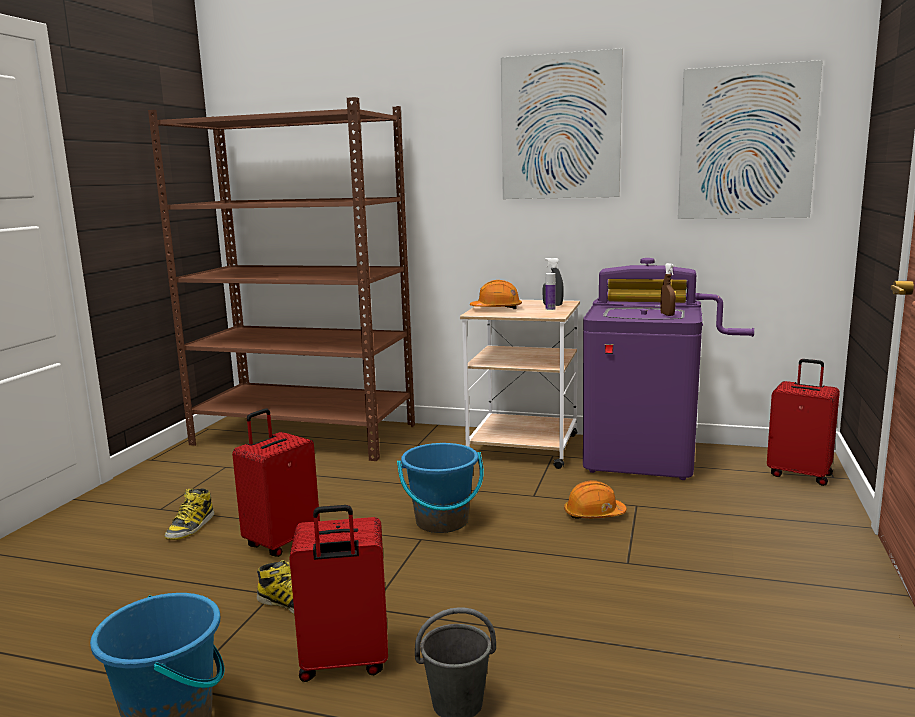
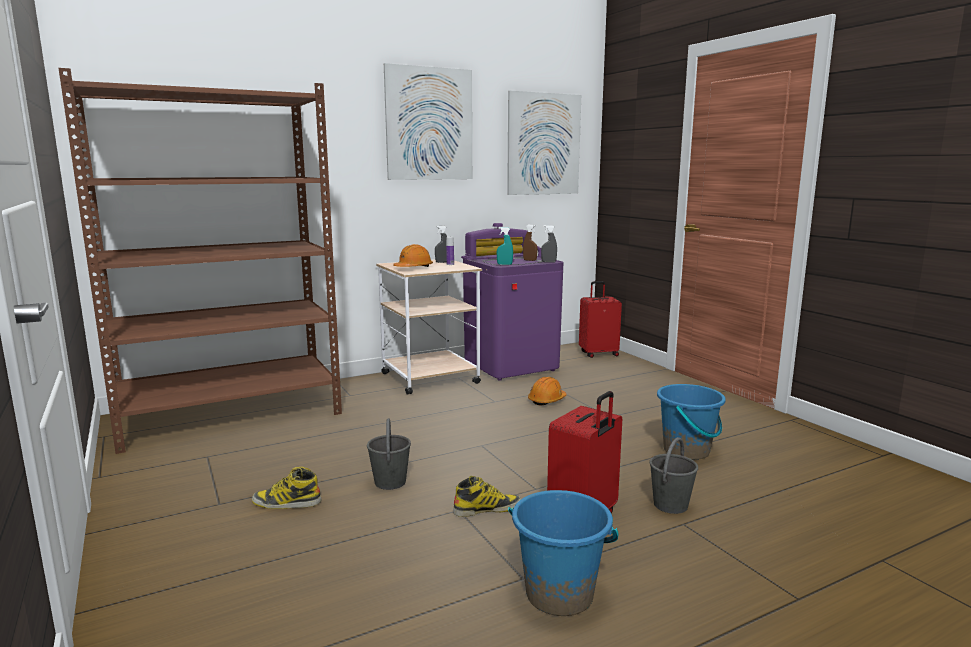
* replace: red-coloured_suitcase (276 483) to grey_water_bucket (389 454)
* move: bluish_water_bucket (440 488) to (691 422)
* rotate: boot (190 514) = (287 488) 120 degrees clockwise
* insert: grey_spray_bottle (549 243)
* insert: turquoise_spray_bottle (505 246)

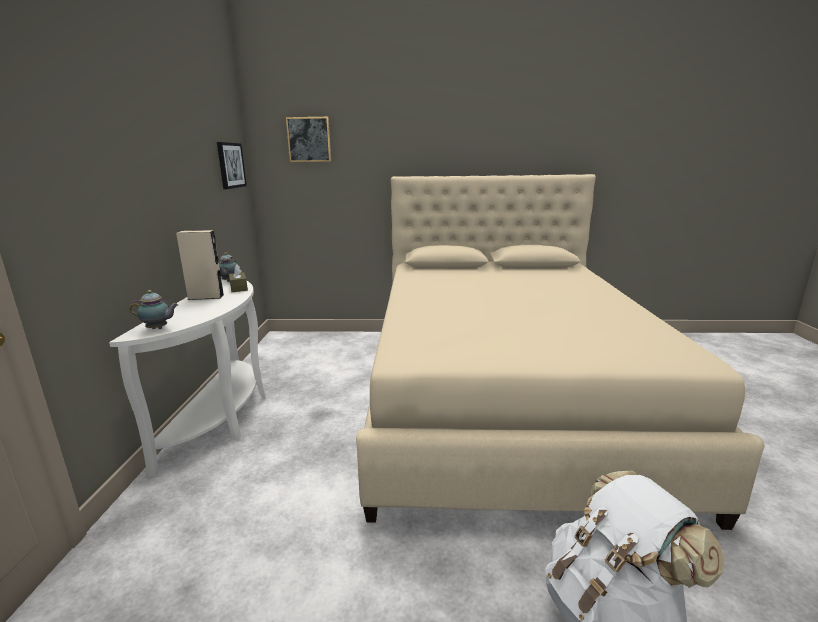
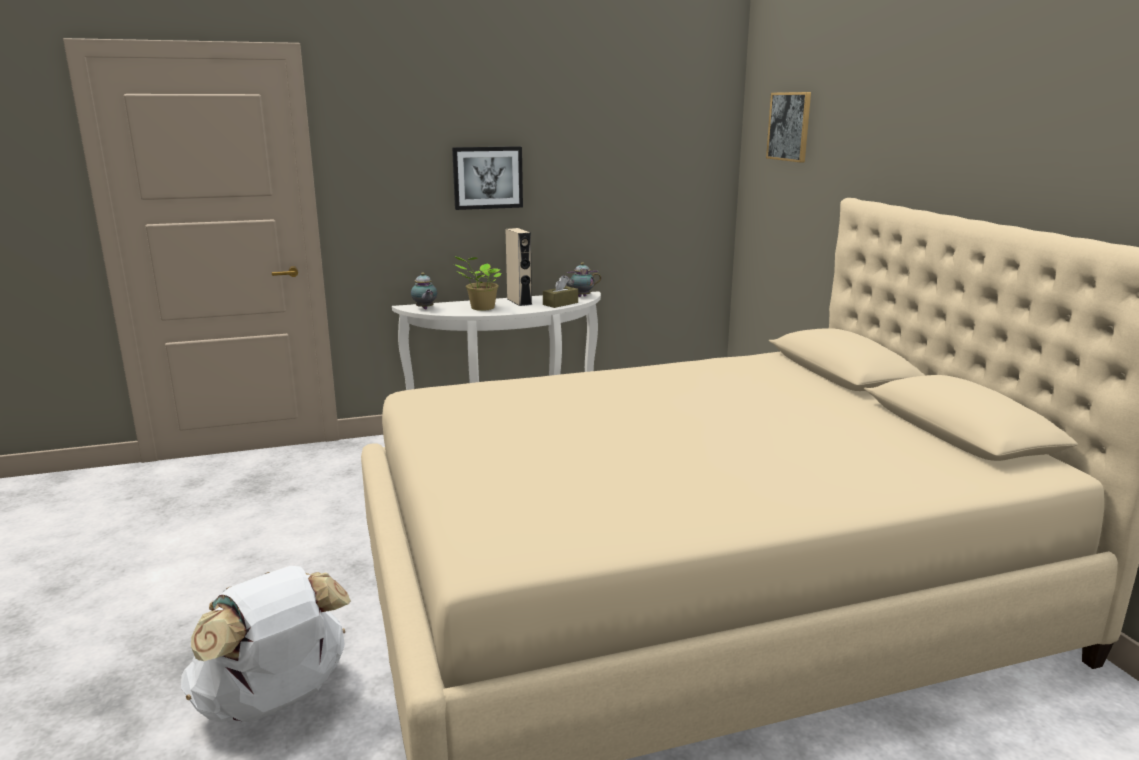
* move: picture (232 165) to (487 178)
* insert: houseplant (477 283)

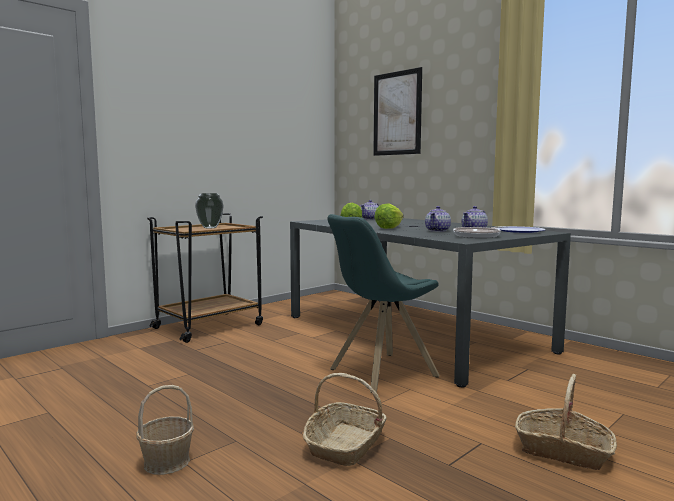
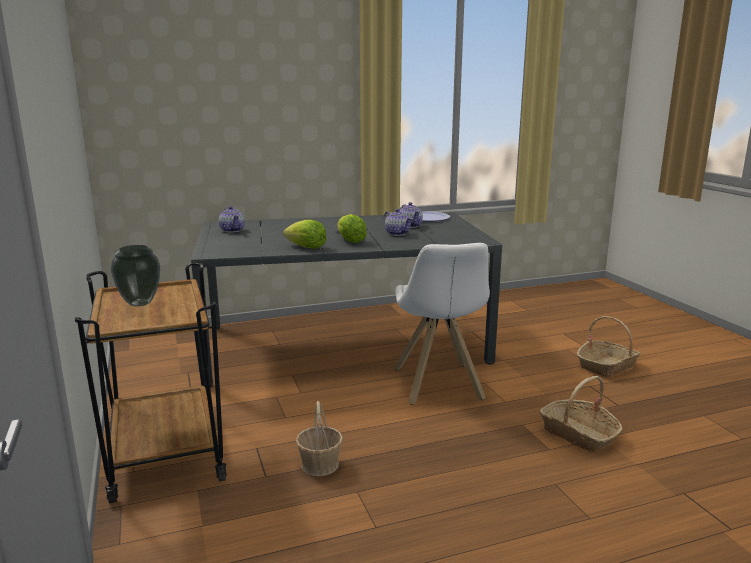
* delete: picture (397 111)
* recolor: turquoise_upright_chair (383 303) to whitish_upright_chair (442 324)
* delete: frying_pan (480 232)
* move: basket (165 430) to (319 438)

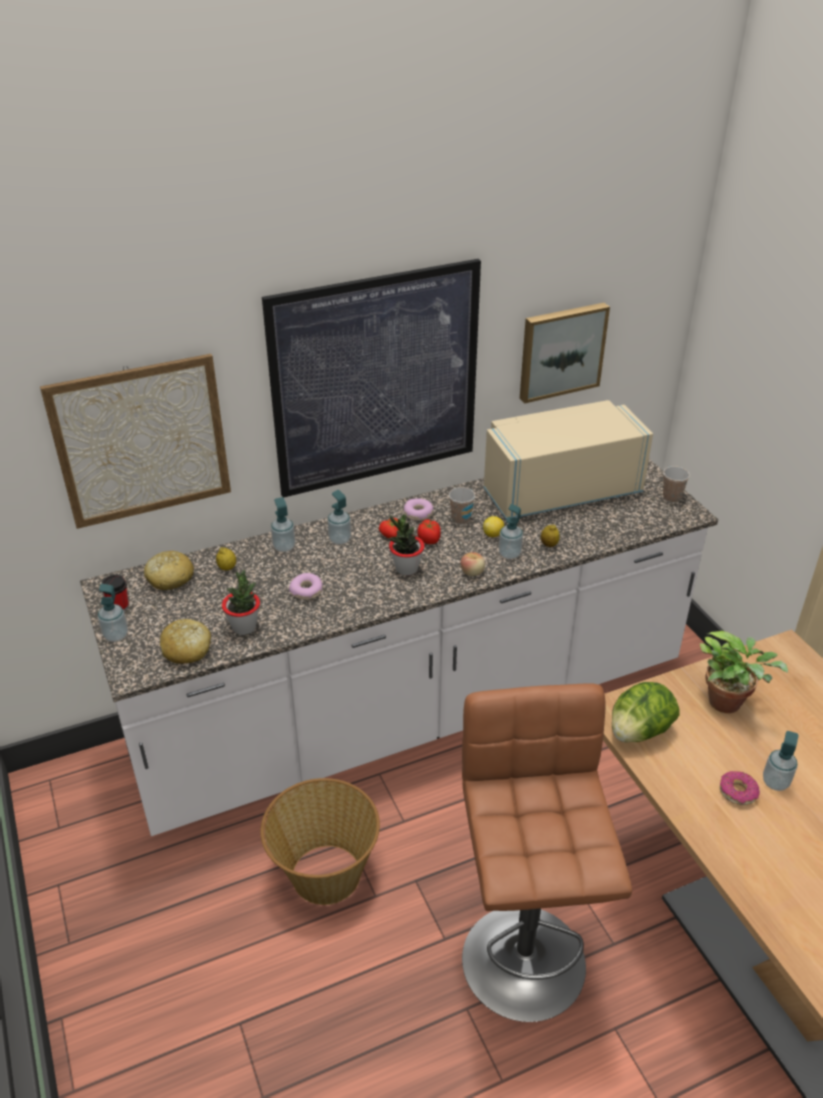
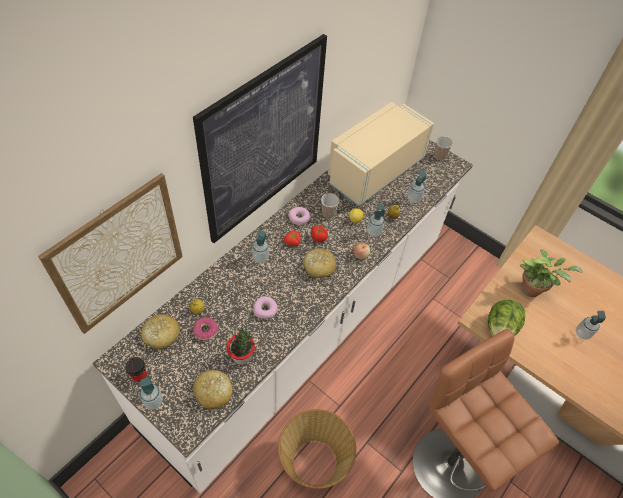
* delete: picture (565 353)
* move: soap_bottle (283 524) to (417 186)
* replace: houseplant (407 545) to bakery_bread (319 263)
* move: donut (740 788) to (205 328)

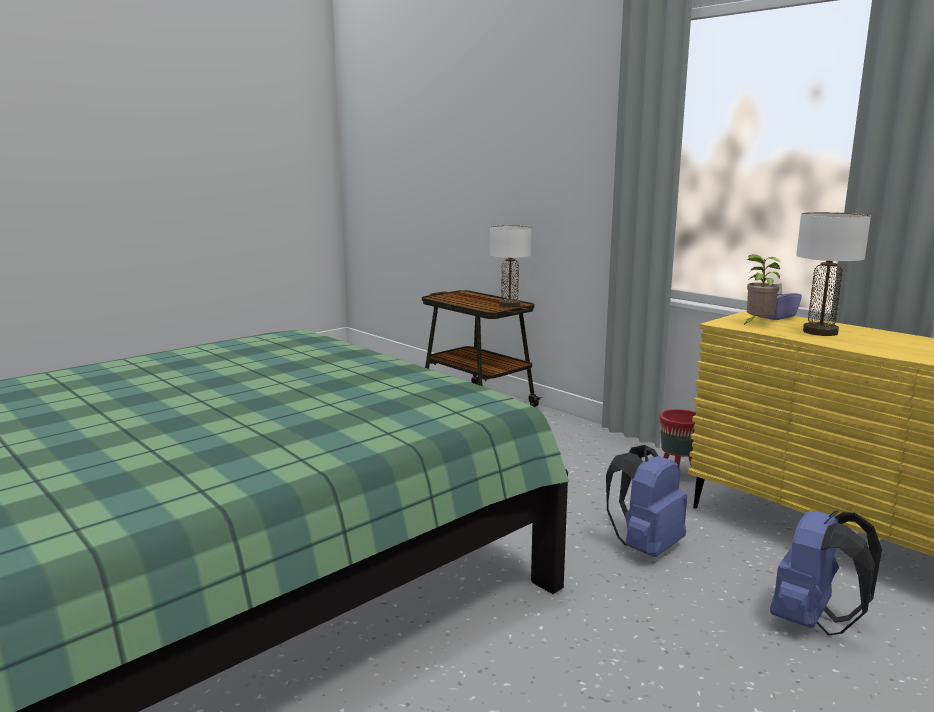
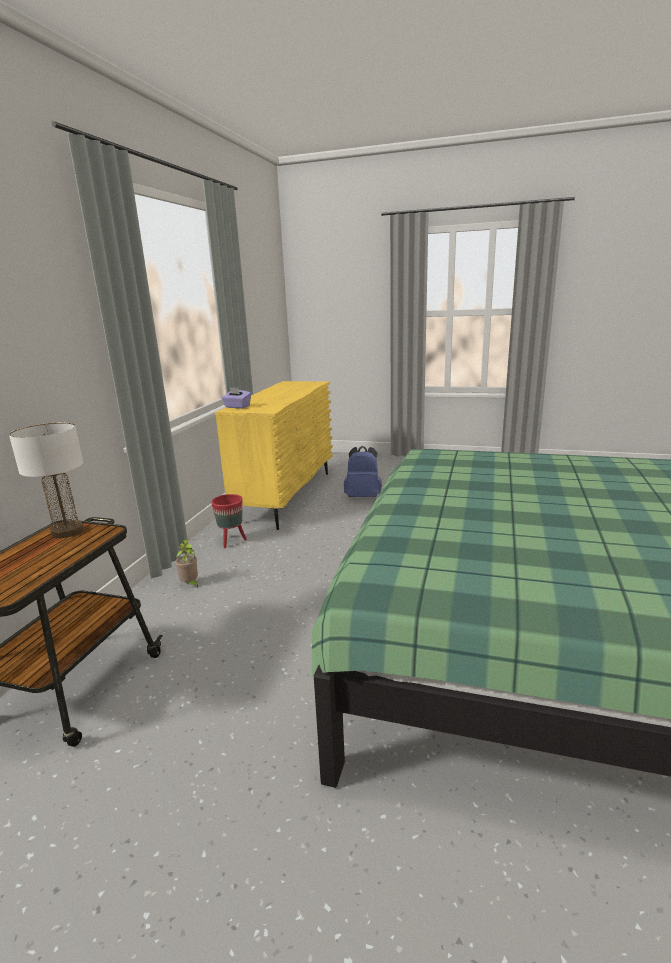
* delete: table_lamp (833 274)
* move: houseplant (762 290) to (186 563)
* delete: bluish_rucksack (646 501)

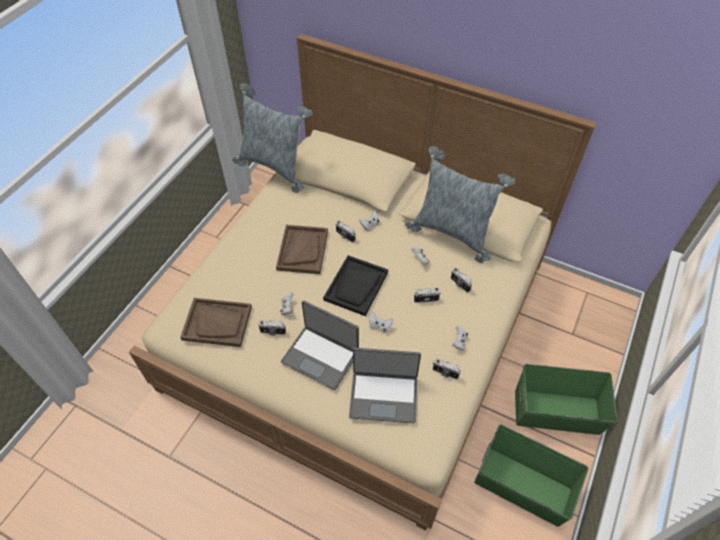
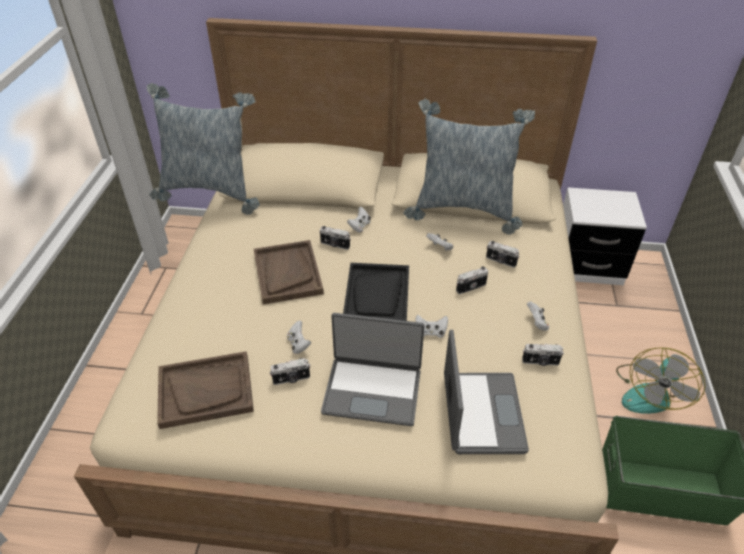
* rotate: notebook_computer (385 385) = (486 392) 75 degrees counterclockwise
* replace: greenish_storage_box (566 399) to cooling_fan (661 380)
* insert: whitish_night_table (605 236)

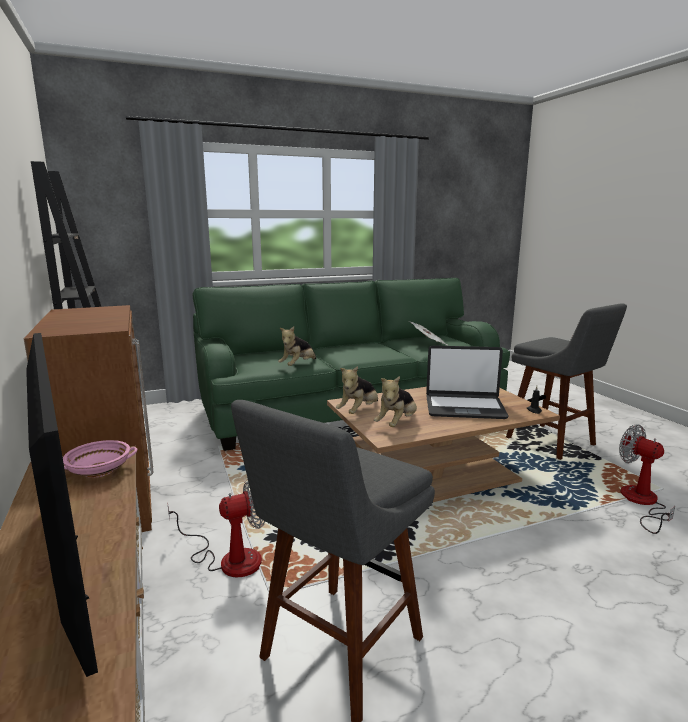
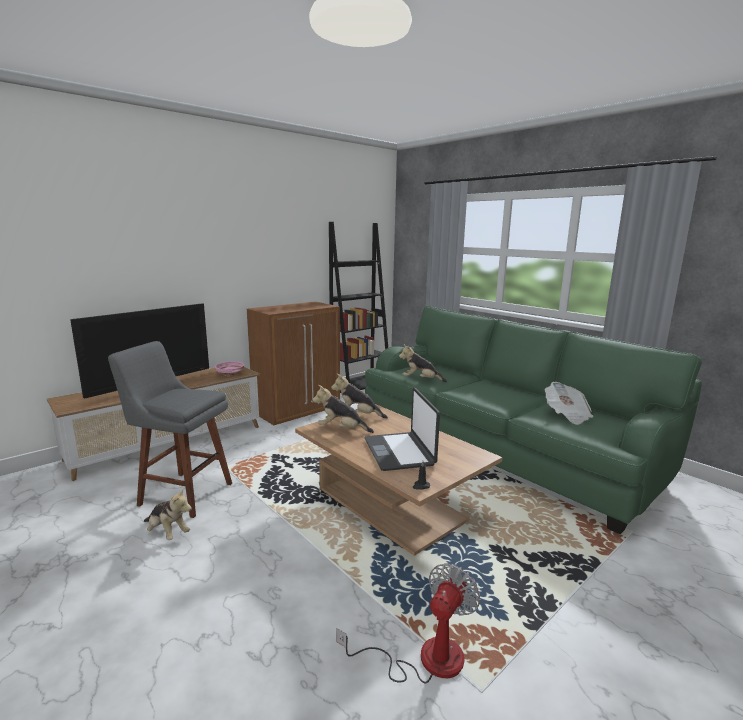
* delete: grey_stool (566 382)
* delete: cooling_fan (216 528)
* insert: cuddly_toy (168 515)

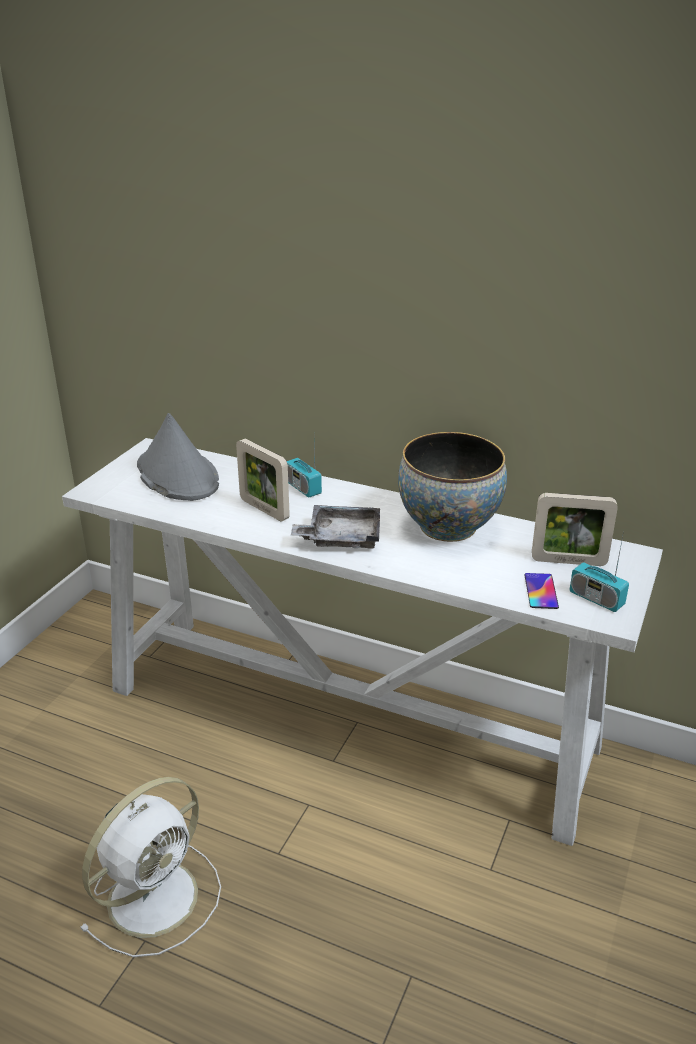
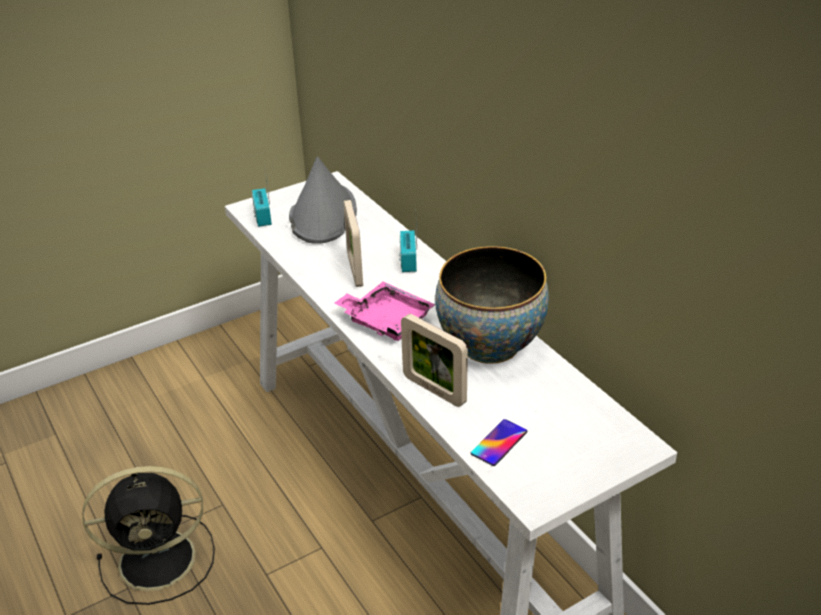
* move: picture_frame (575 529) to (434 360)
* recolor: grey_carrying_tray (335 527) to pink-coloured_carrying_tray (384 311)
* move: radio_set (599 574) to (262 199)
* recolor: whitish_cooling_fan (150 867) to black-coloured_cooling_fan (148 535)

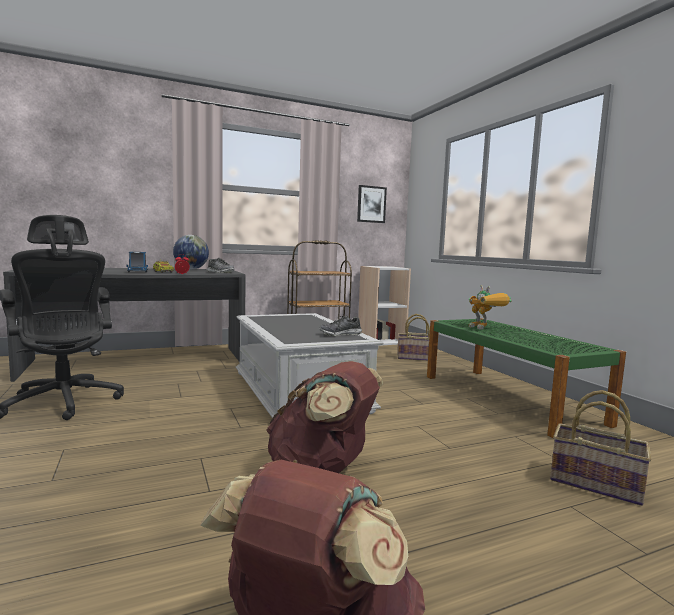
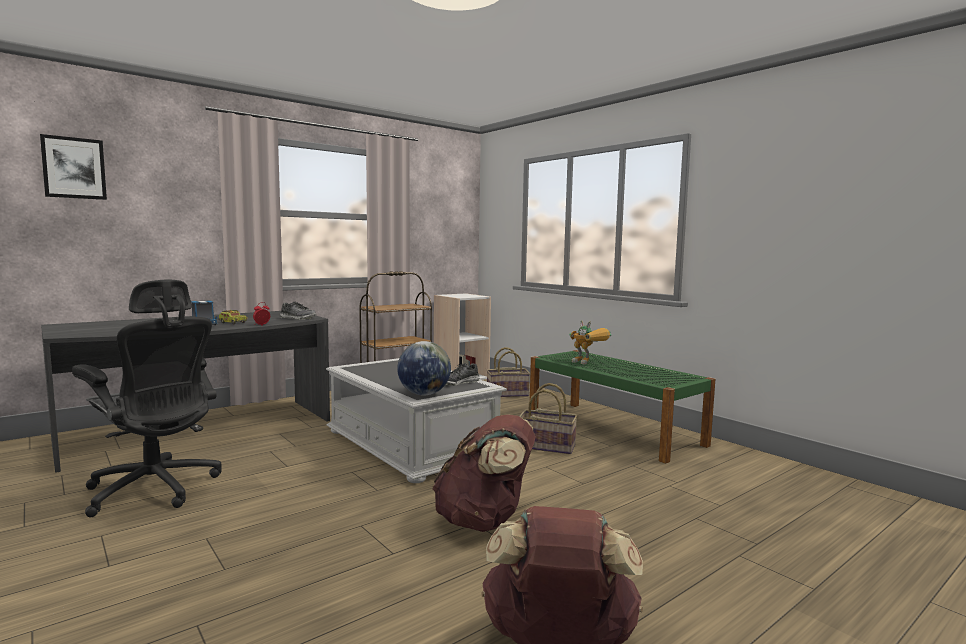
* move: picture (372 204) to (73 167)
* move: world_globe (191 252) to (424 368)
* move: basket (600 448) to (548 418)

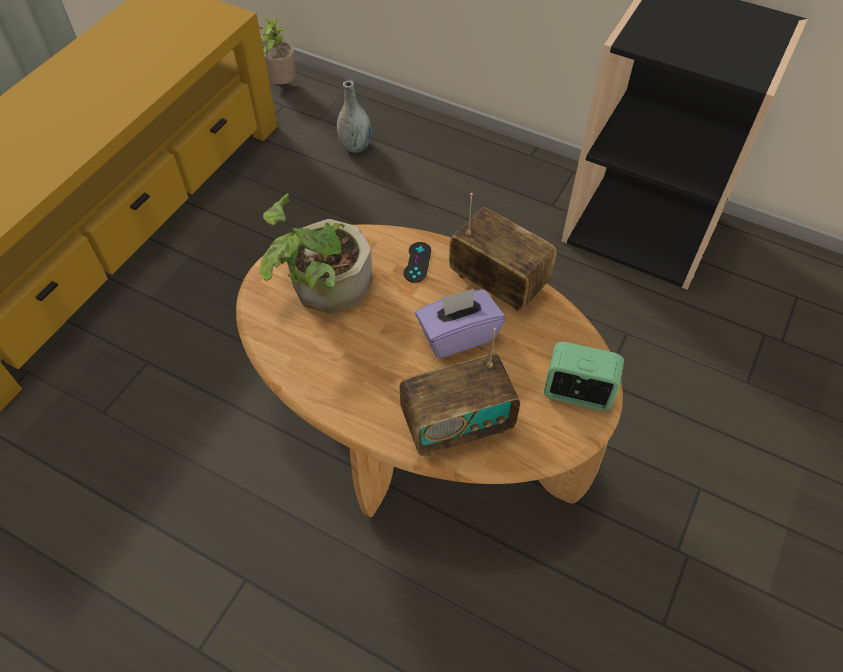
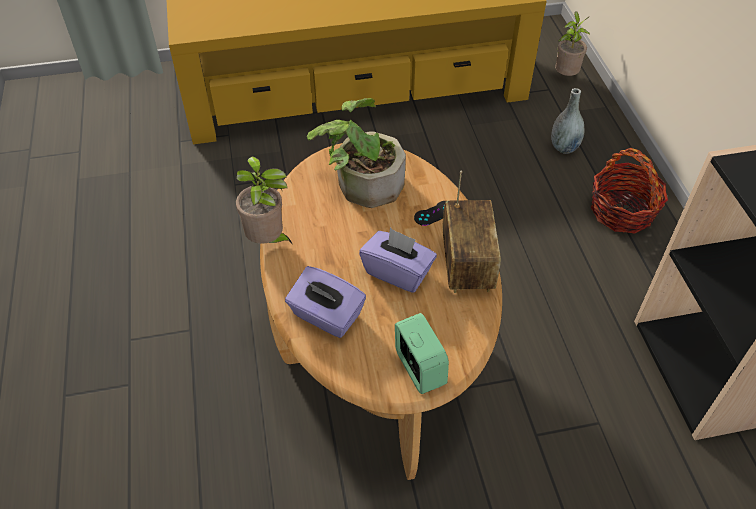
* replace: radio_set (460 392) to purplish_tissue_box (325 302)
* insert: basket (629 191)
* insert: houseplant (264 200)

